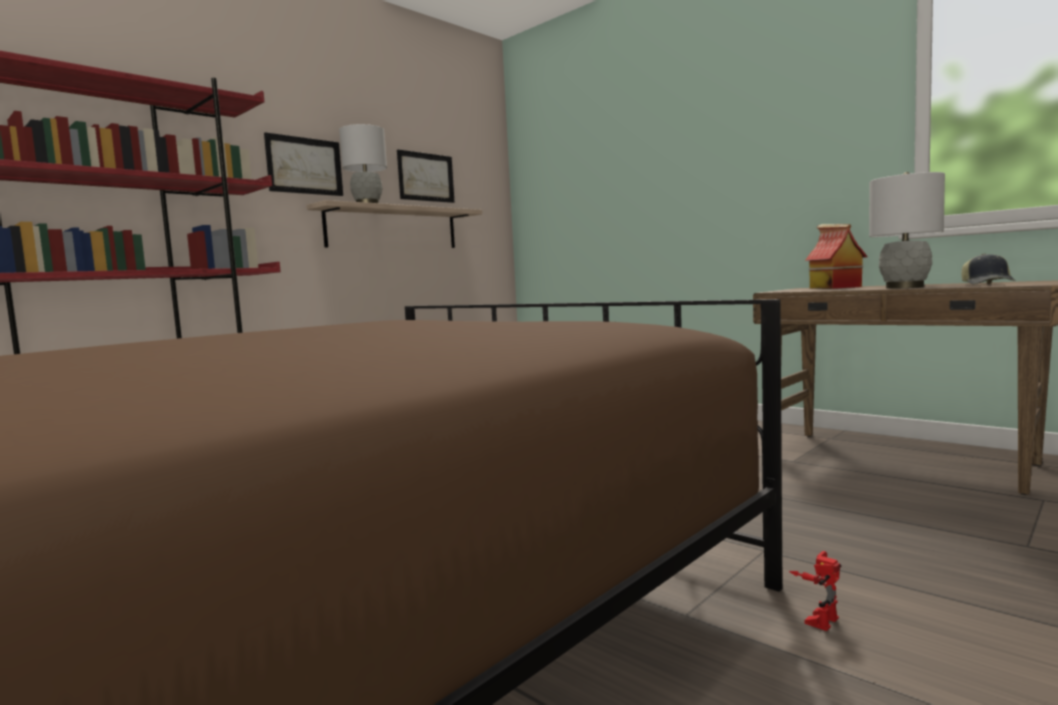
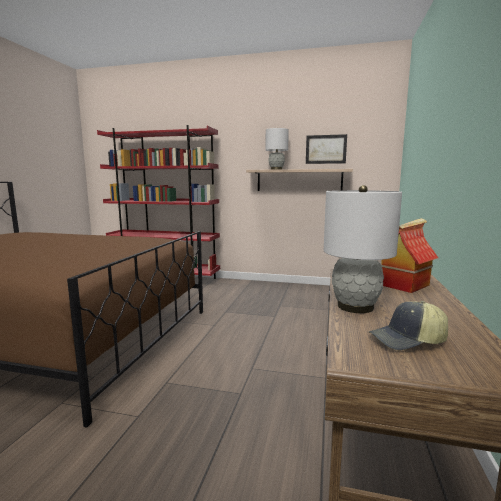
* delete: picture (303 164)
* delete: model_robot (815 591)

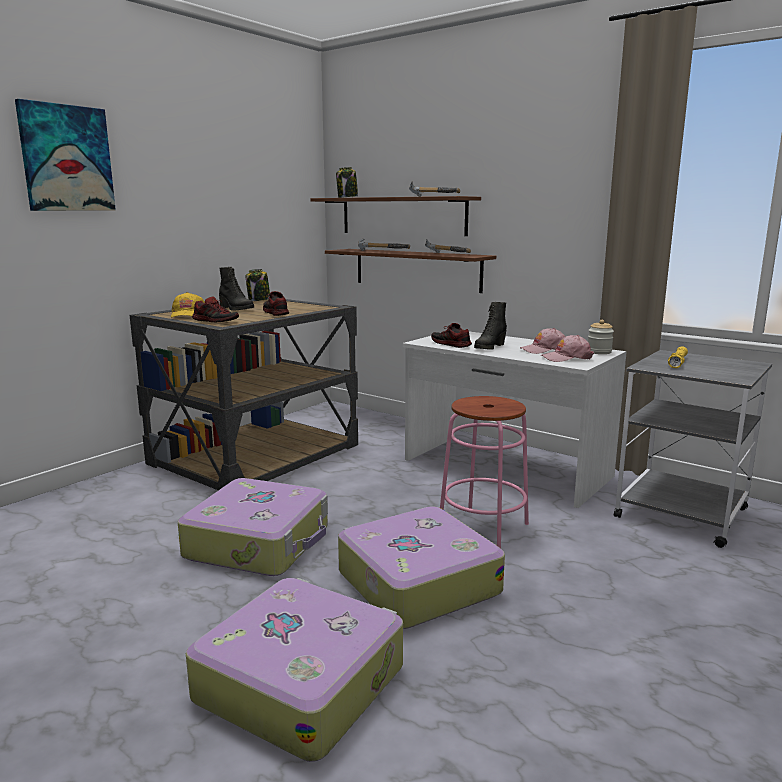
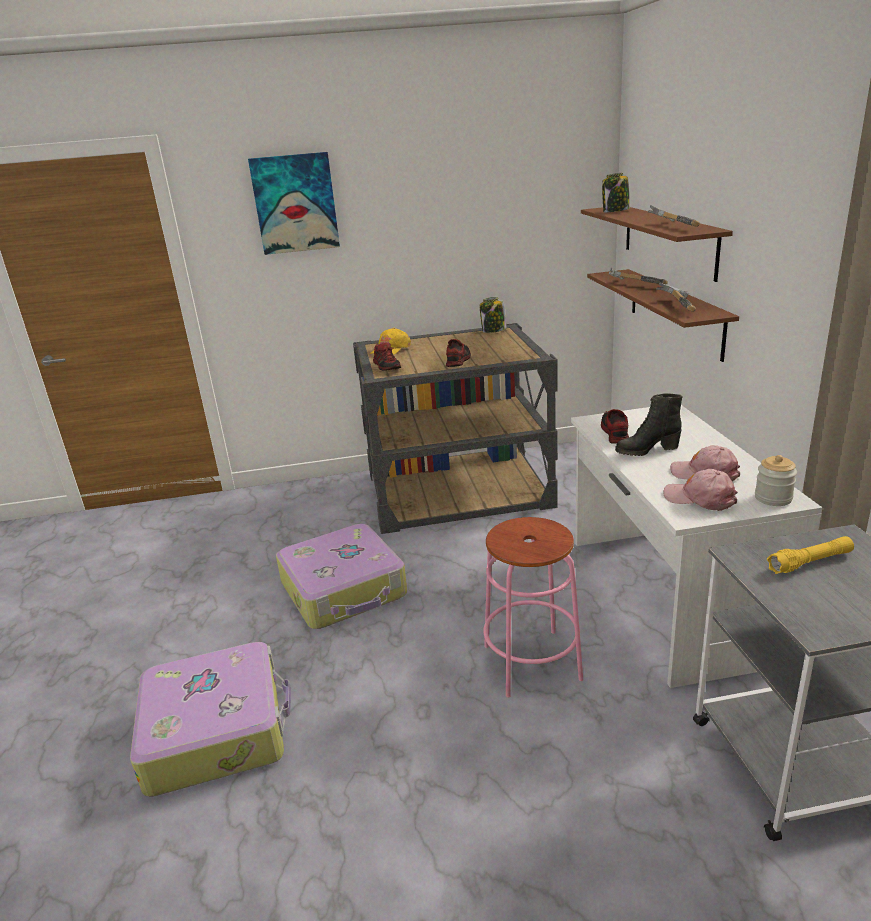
* delete: black-coloured_boot (236 289)
* delete: suitcase (421 567)

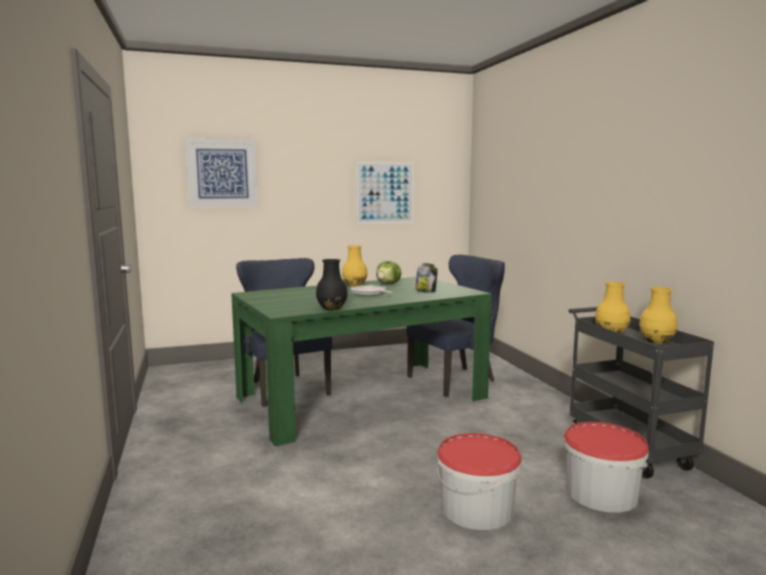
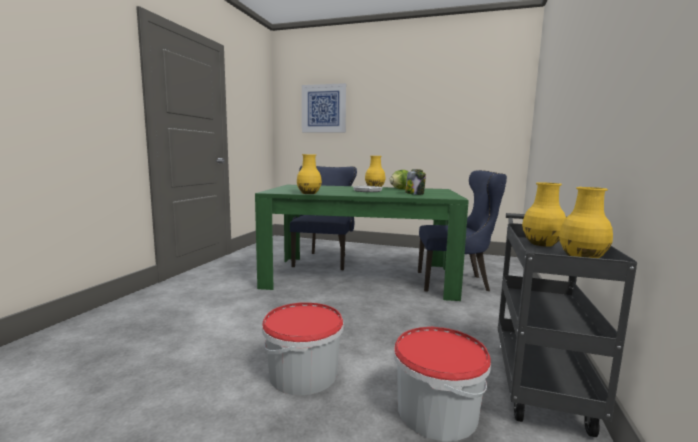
* delete: picture (385 193)
* recolor: black-coloured_vase (332 284) to yellow_vase (309 174)

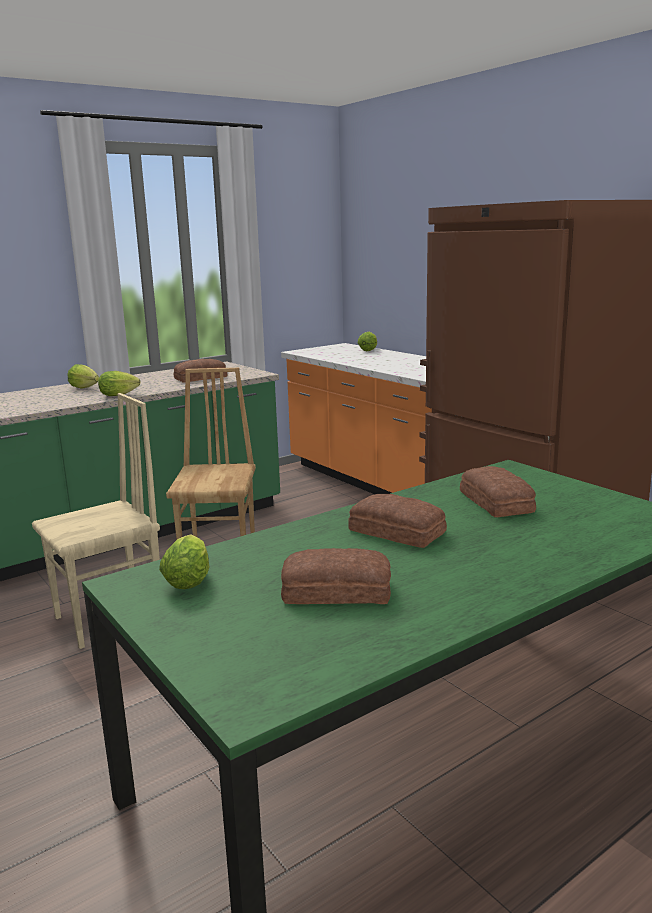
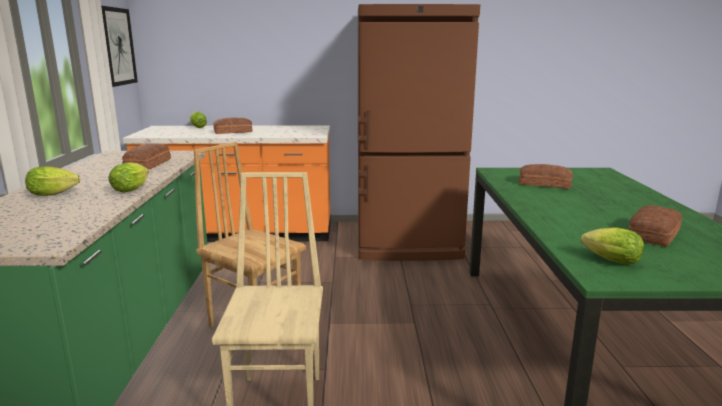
* move: bakery_bread (397 521) to (232 125)
* insert: picture (119 46)

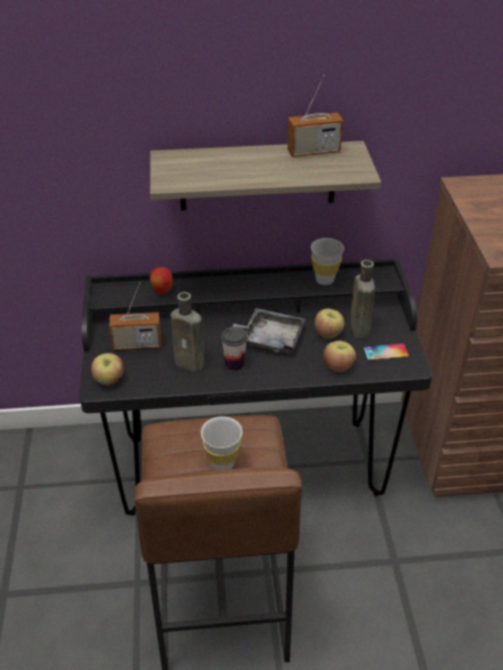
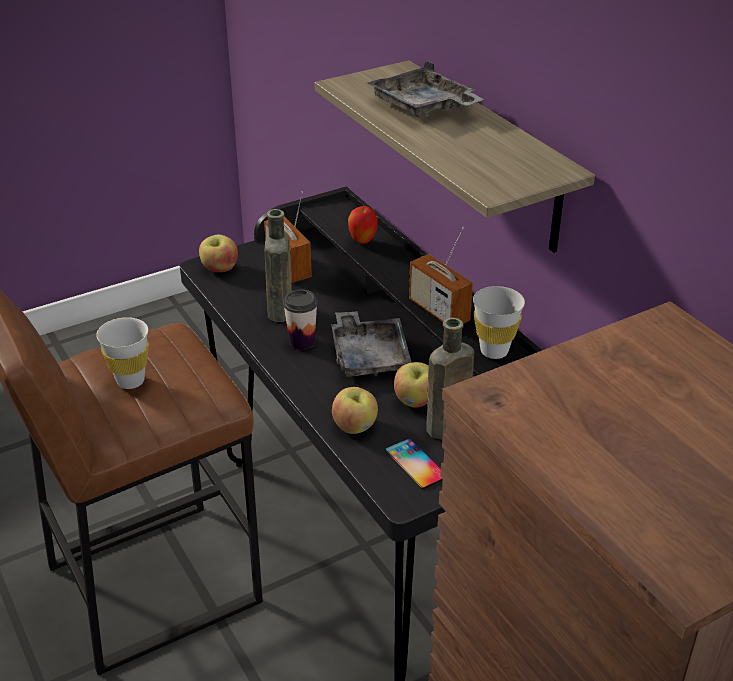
* move: radio_set (315 116) to (441 275)
* insert: grey_carrying_tray (425 89)

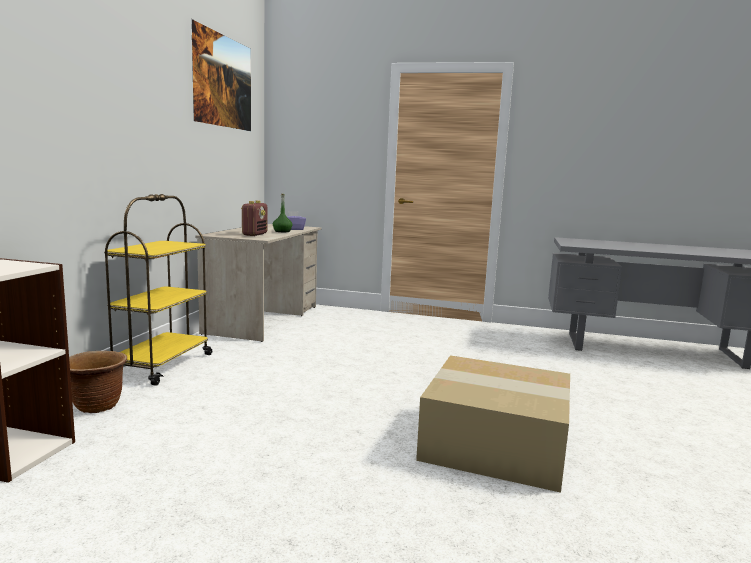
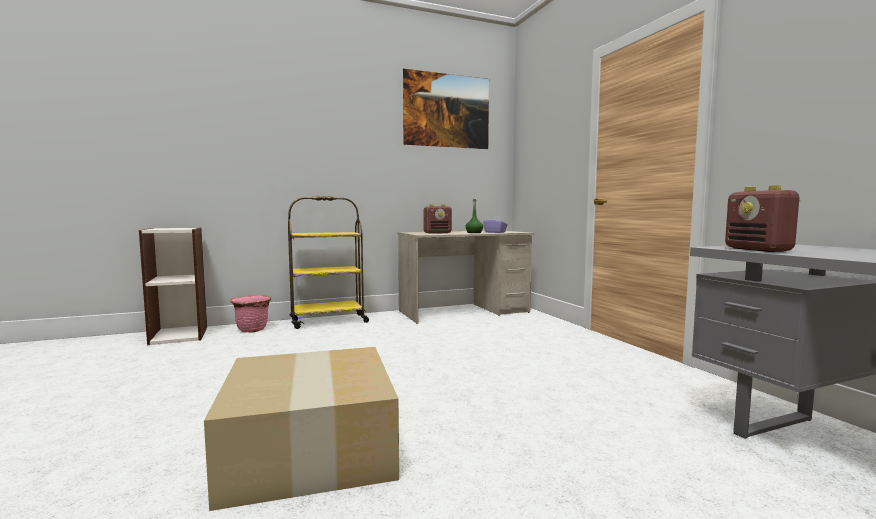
* recolor: brown_flower_pot (98 382) to pink-coloured_flower_pot (250 314)
* insert: radio_set (762 218)

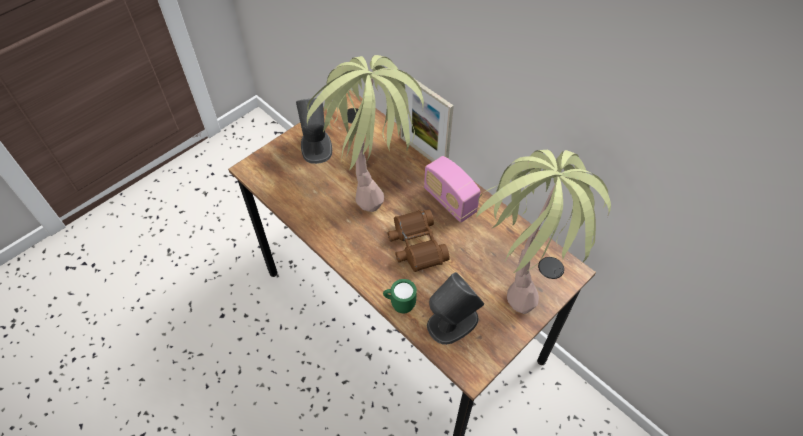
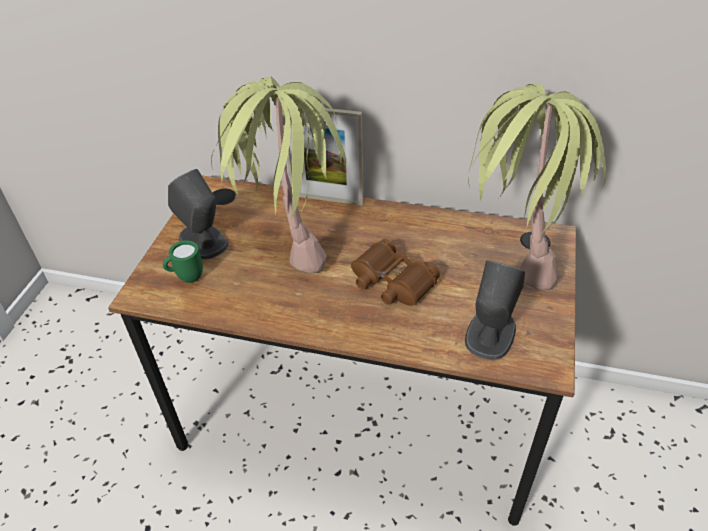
* delete: radio_set (452 189)
* move: greenish_tea_mug (400 296) to (183 261)

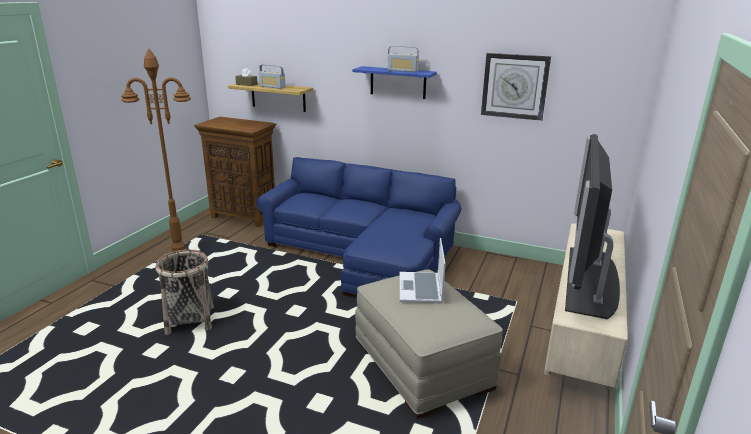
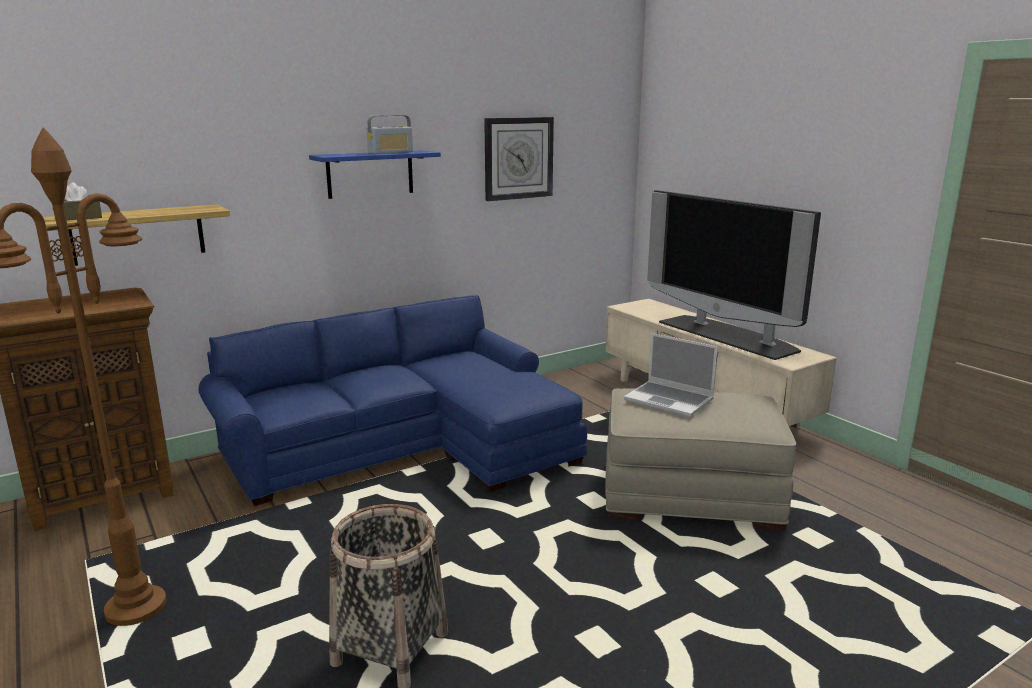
* delete: radio_set (272 76)

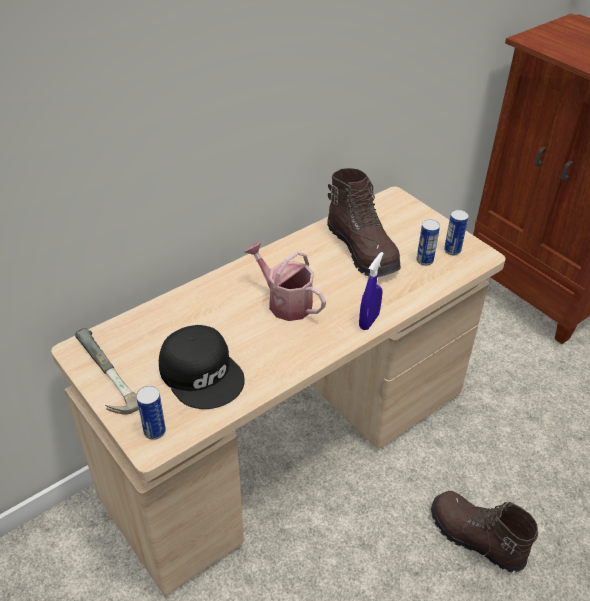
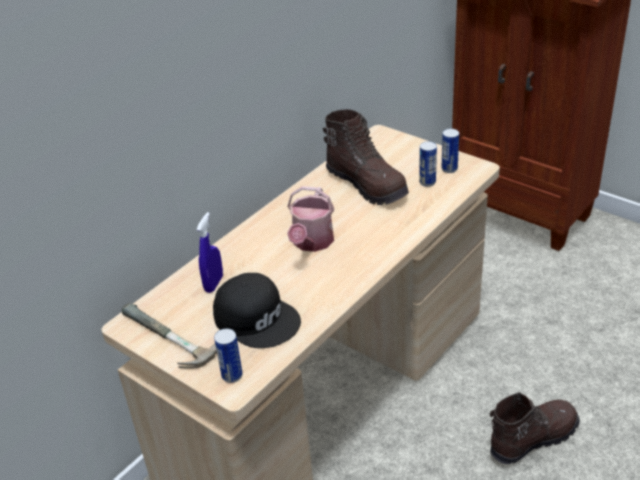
* rotate: watering_pot (285 281) = (311 219) 105 degrees counterclockwise
* move: bluish_spray_bottle (371 291) to (209 252)
* rotate: brown_boot (484 532) = (534 428) 120 degrees clockwise

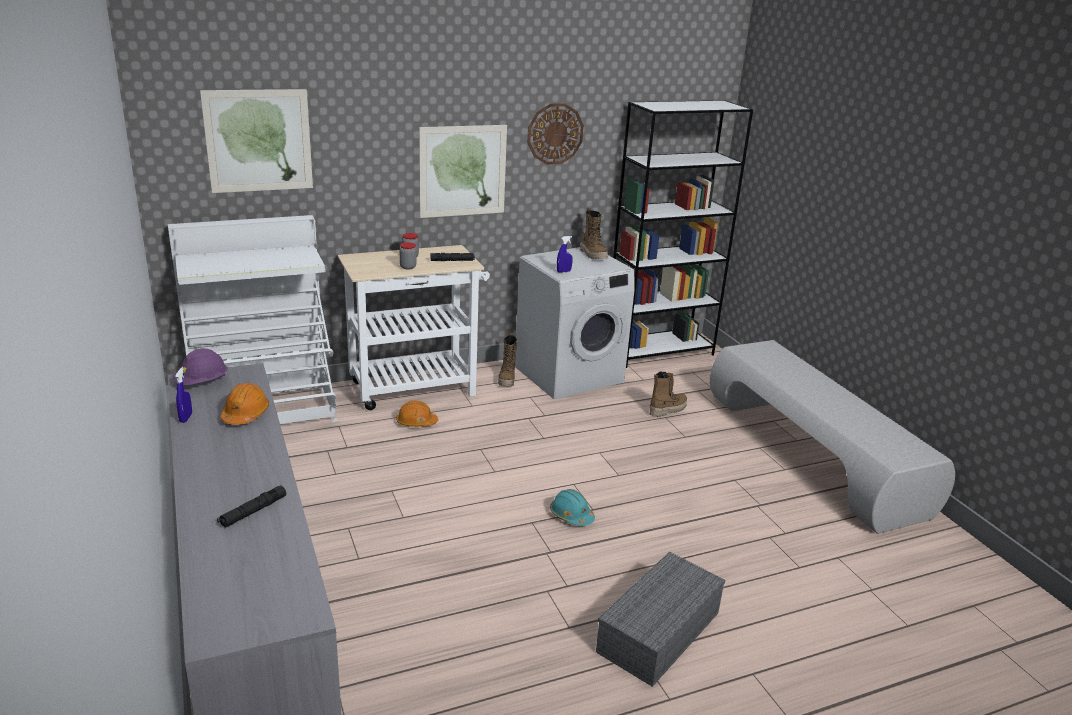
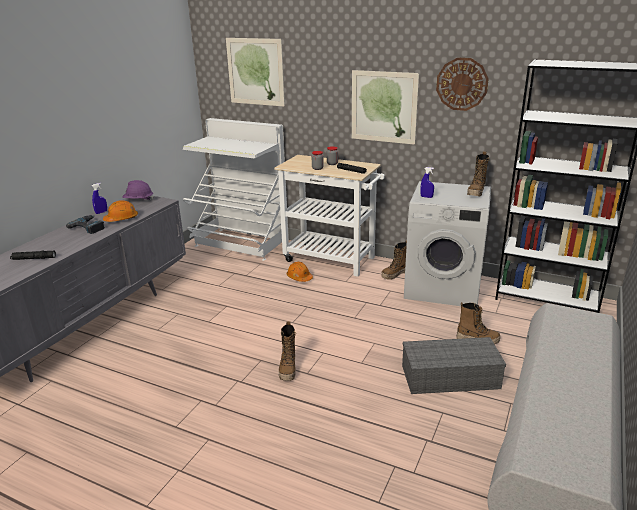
* replace: turquoise_safety_helmet (572 507) to boot (287 351)
* move: grey_storage_box (660 619) to (454 365)
* insert: power_drill (85 224)

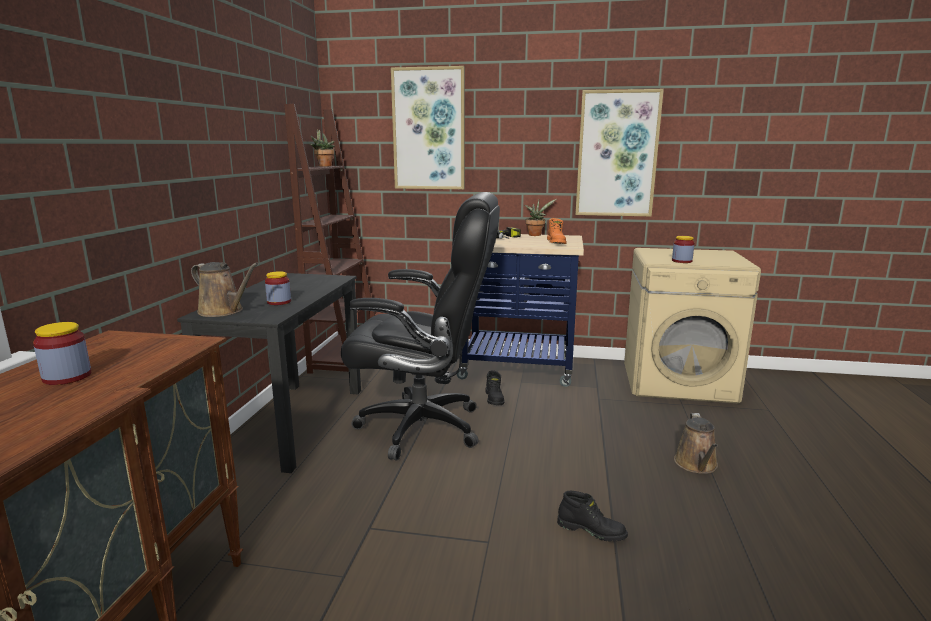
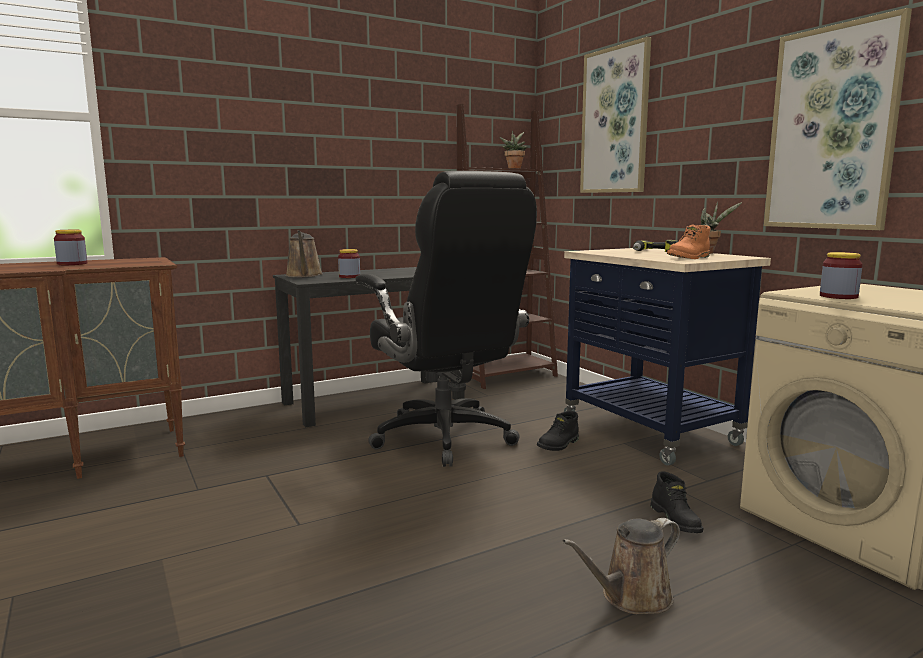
* move: black-coloured_boot (592 516) to (676 502)

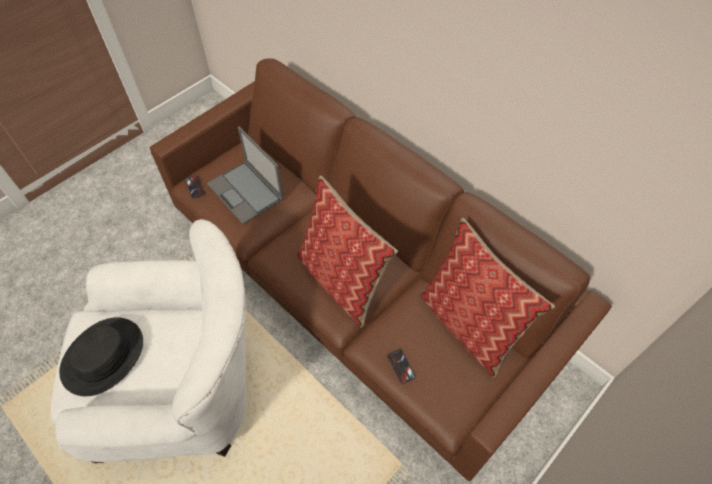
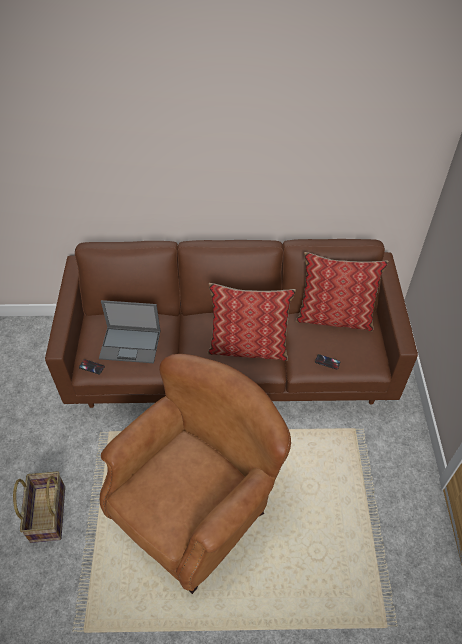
* recolor: whitish_armchair (148 341) to brown_armchair (195 474)
* delete: black-coloured_wearable_hat (101 356)
* insert: basket (39 507)

